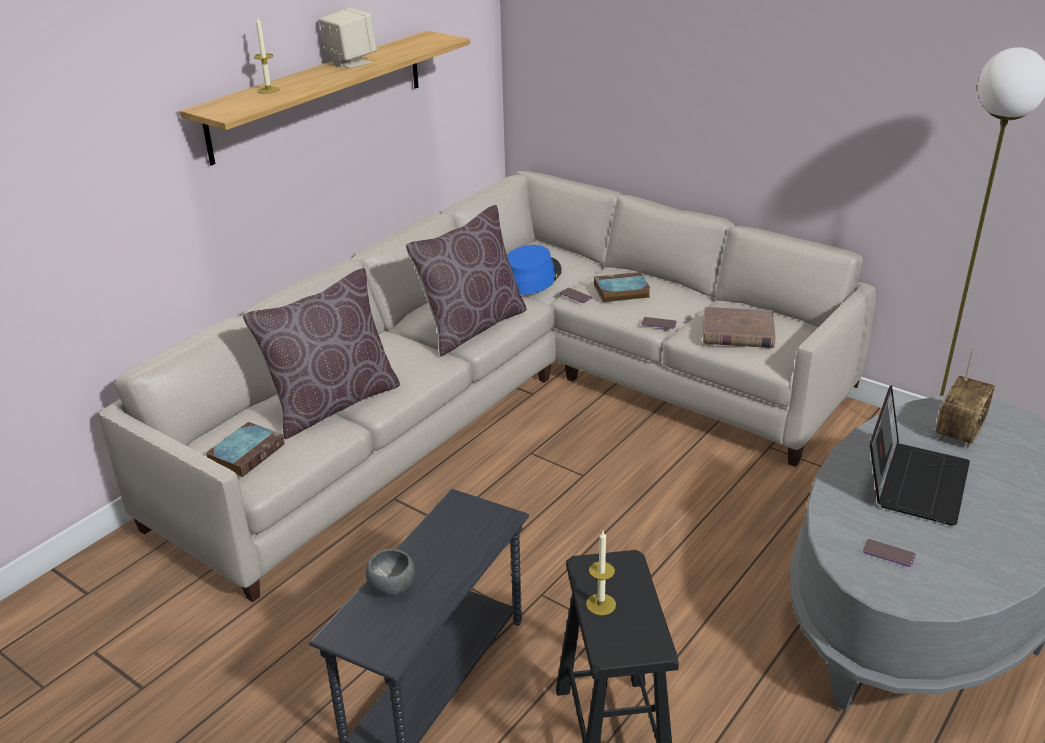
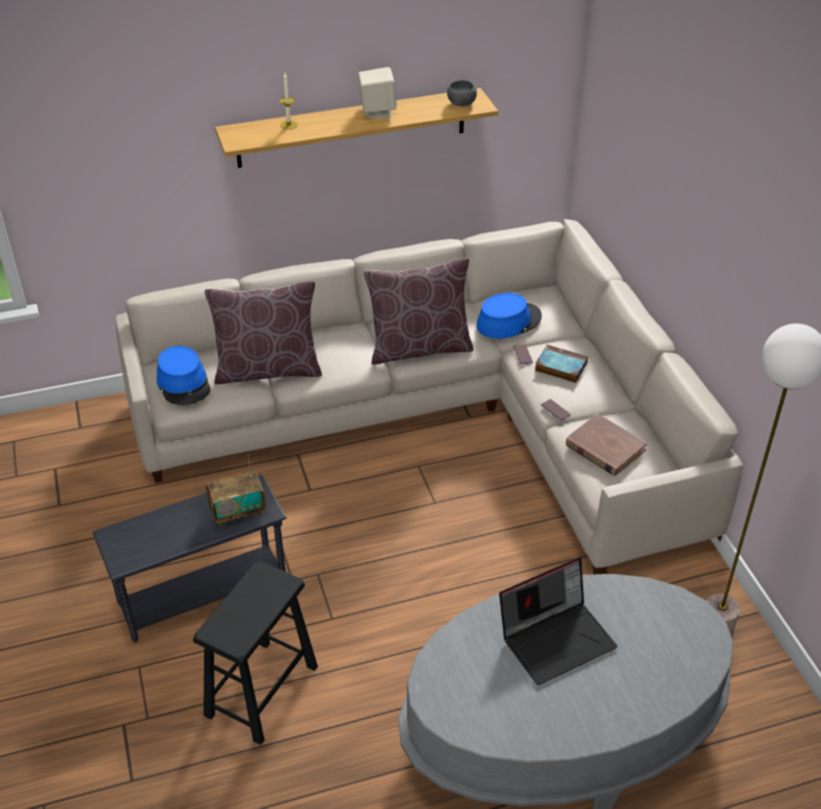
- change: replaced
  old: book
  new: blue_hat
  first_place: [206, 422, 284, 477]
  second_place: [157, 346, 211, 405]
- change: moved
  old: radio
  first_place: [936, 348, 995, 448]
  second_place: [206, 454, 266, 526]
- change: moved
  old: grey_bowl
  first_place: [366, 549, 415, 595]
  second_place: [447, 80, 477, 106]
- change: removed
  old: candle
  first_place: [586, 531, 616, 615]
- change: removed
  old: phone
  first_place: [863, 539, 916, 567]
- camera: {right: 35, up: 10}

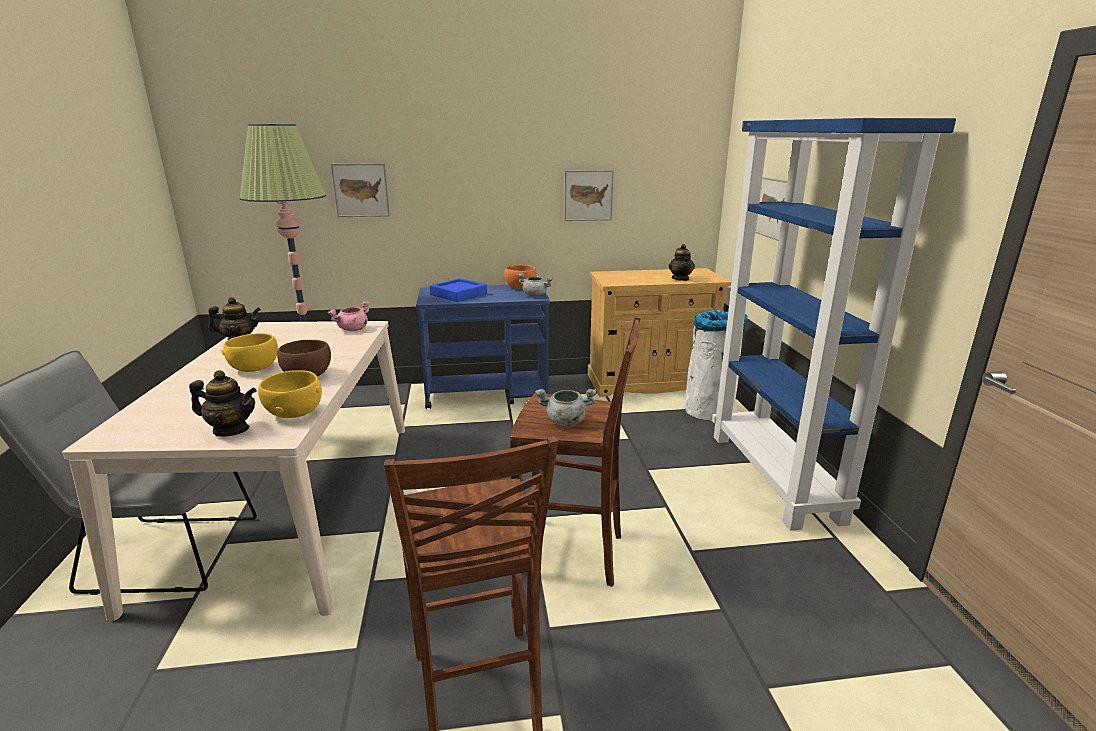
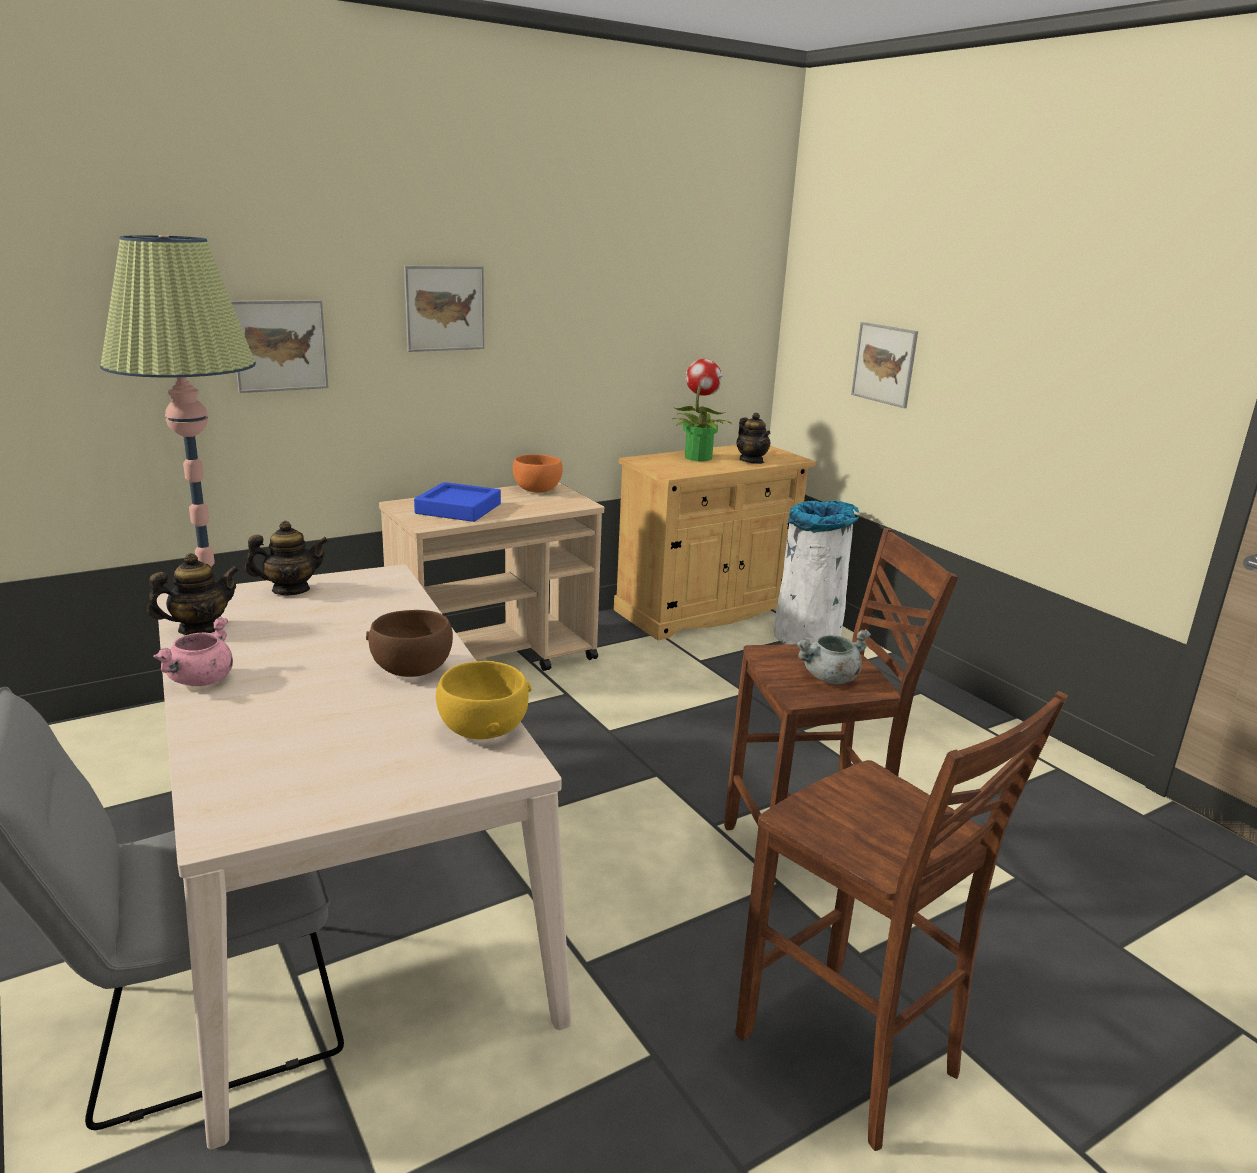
- change: moved
  old: pink_cooking_pot
  first_place: [328, 301, 370, 331]
  second_place: [153, 616, 233, 686]
- change: moved
  old: teapot
  first_place: [189, 370, 257, 437]
  second_place: [245, 521, 329, 595]
- change: recoloured
  old: blue_cart
  new: beige_cart
  first_place: [416, 285, 550, 409]
  second_place: [379, 482, 604, 671]
- change: moved
  old: picture
  first_place: [564, 170, 614, 221]
  second_place: [404, 266, 484, 352]
- change: added
  new: potted_plant
  second_place: [673, 359, 732, 461]
- change: removed
  old: yellow_bowl
  first_place: [222, 333, 278, 372]
- change: removed
  old: grey_cooking_pot
  first_place: [518, 273, 553, 296]
- change: removed
  old: blue_bookcase
  first_place: [712, 118, 956, 531]
- camera: {right: -25, up: 0}

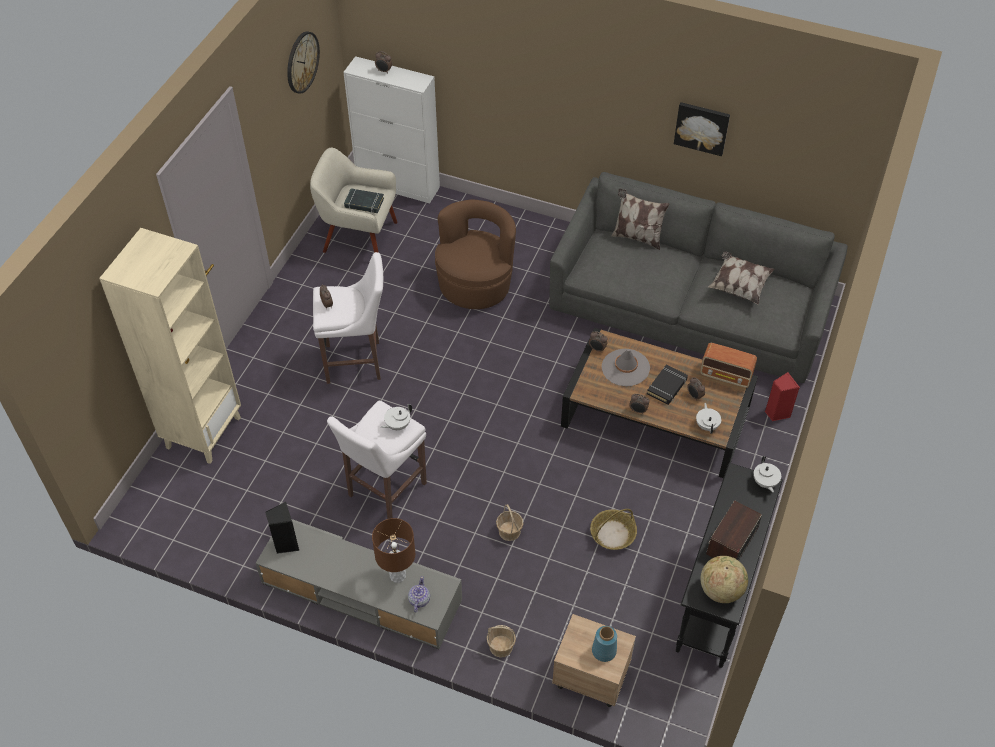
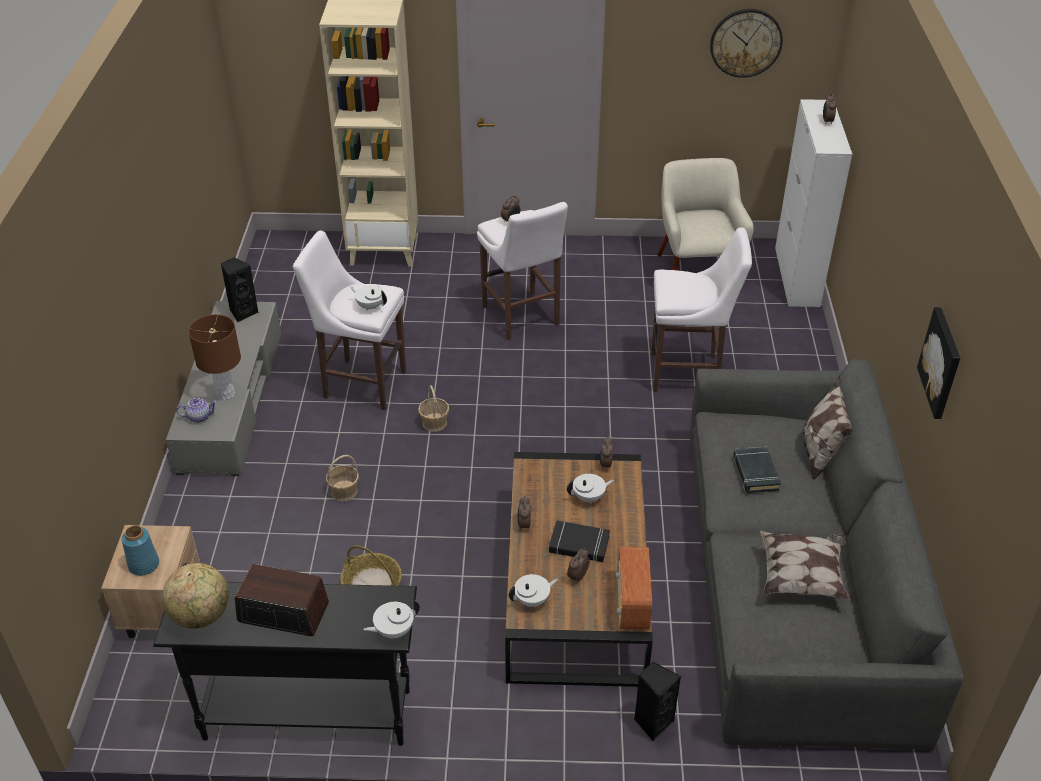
- change: moved
  old: basket
  first_place: [487, 625, 516, 658]
  second_place: [418, 385, 449, 432]
- change: replaced
  old: grey_hat
  new: white_teapot
  first_place: [602, 349, 650, 386]
  second_place: [567, 474, 614, 504]
- change: recoloured
  old: red_speaker
  new: black_speaker
  first_place: [765, 372, 800, 422]
  second_place: [634, 661, 681, 742]
- change: replaced
  old: brown_armchair
  new: white_stool
  first_place: [435, 200, 516, 309]
  second_place: [651, 227, 752, 392]
- change: moved
  old: black_book
  first_place: [344, 189, 384, 213]
  second_place: [733, 446, 781, 493]
- camera: {right: 70, up: -10}

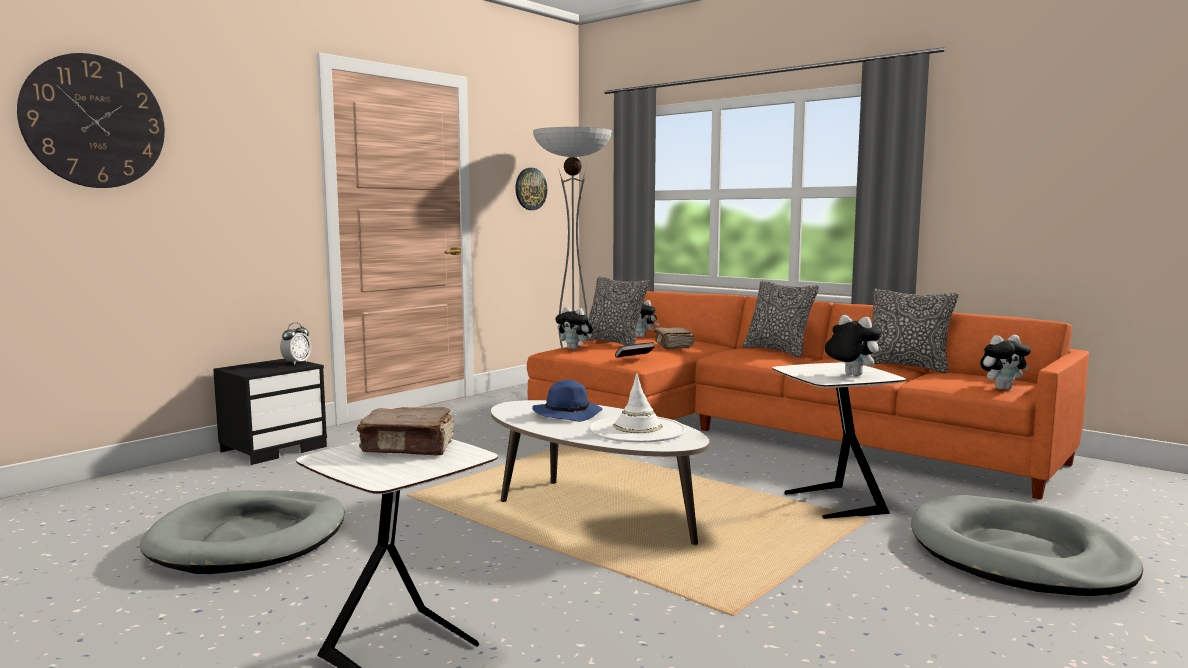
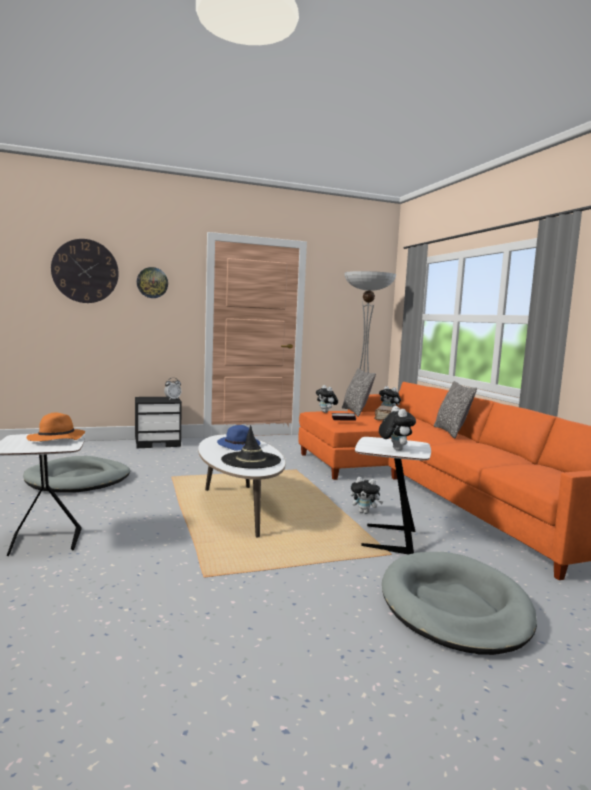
- change: replaced
  old: brown_book
  new: orange_hat
  first_place: [357, 407, 454, 455]
  second_place: [26, 413, 85, 441]
- change: moved
  old: wall_clock
  first_place: [515, 168, 547, 210]
  second_place: [137, 267, 168, 298]
- change: recoloured
  old: white_hat
  new: black_hat
  first_place: [590, 373, 686, 442]
  second_place: [221, 425, 281, 468]
- change: moved
  old: plush_toy
  first_place: [980, 335, 1031, 390]
  second_place: [350, 477, 383, 514]
- change: removed
  old: pillow
  first_place: [870, 289, 958, 373]
- camera: {right: 30, up: 0}

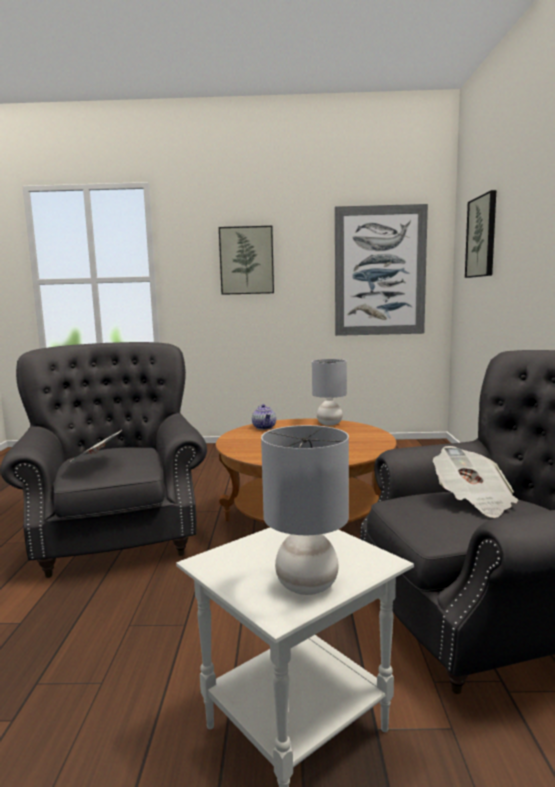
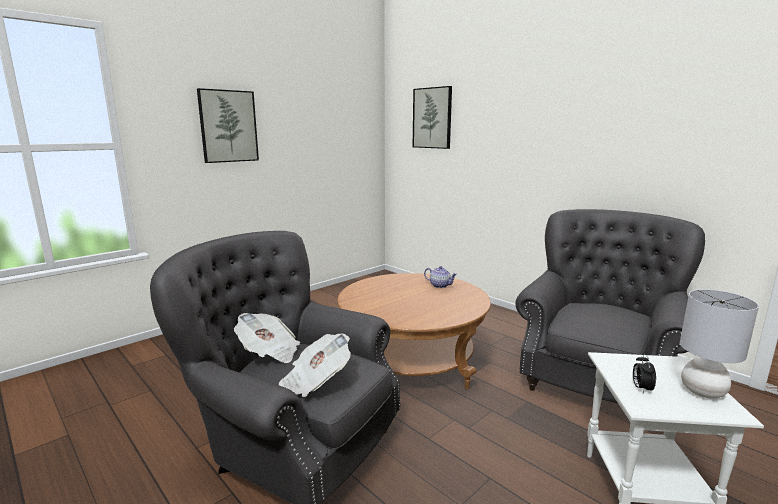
- change: moved
  old: newspaper
  first_place: [433, 446, 518, 518]
  second_place: [234, 313, 300, 363]
- change: moved
  old: teapot
  first_place: [252, 404, 276, 430]
  second_place: [424, 266, 457, 288]
- change: added
  new: alarm_clock
  second_place: [633, 354, 656, 394]
- change: removed
  old: grey_table_lamp
  first_place: [312, 359, 347, 426]
- change: removed
  old: picture
  first_place: [335, 204, 428, 336]
- camera: {right: -45, up: 5}

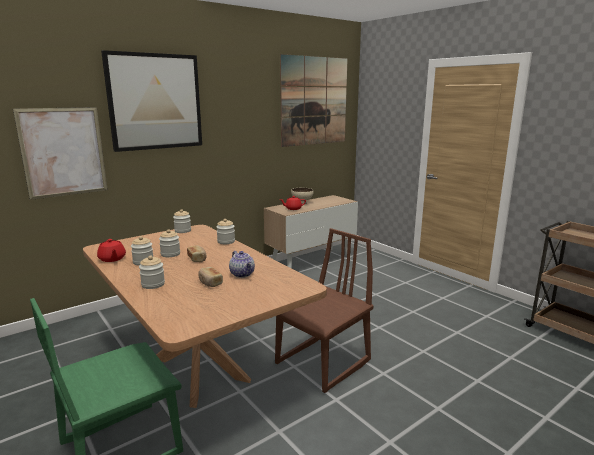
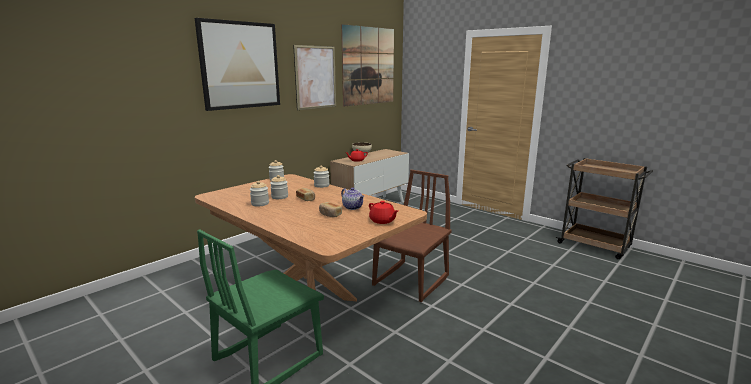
- change: moved
  old: picture
  first_place: [13, 107, 108, 200]
  second_place: [293, 45, 336, 110]
- change: moved
  old: red_teapot
  first_place: [97, 239, 126, 262]
  second_place: [369, 201, 398, 224]
- change: removed
  old: jar
  first_place: [139, 256, 165, 289]
- camera: {right: -10, up: 0}

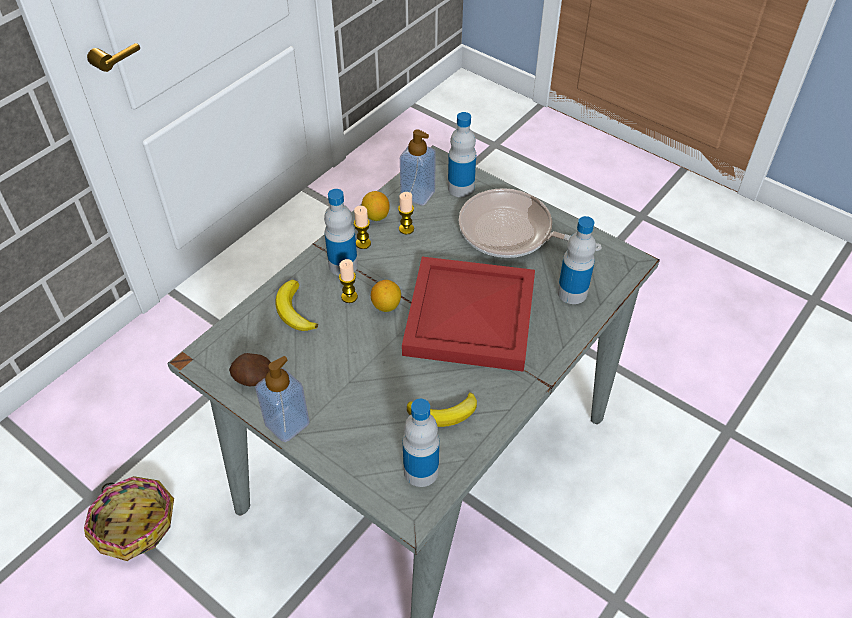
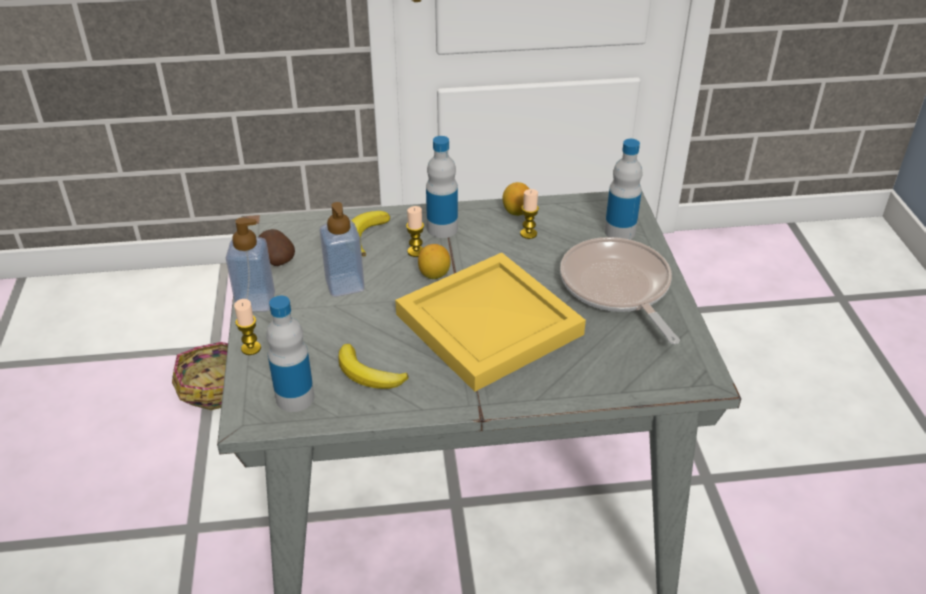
- change: moved
  old: candle
  first_place: [354, 206, 371, 249]
  second_place: [234, 299, 261, 355]
- change: moved
  old: soap_dispenser
  first_place: [400, 129, 436, 205]
  second_place: [320, 202, 364, 297]
- change: recoloured
  old: red_tray
  new: yellow_tray
  first_place: [402, 257, 535, 372]
  second_place: [395, 253, 586, 392]
- change: removed
  old: bottle
  first_place: [557, 216, 596, 304]
- camera: {right: 45, up: -10}

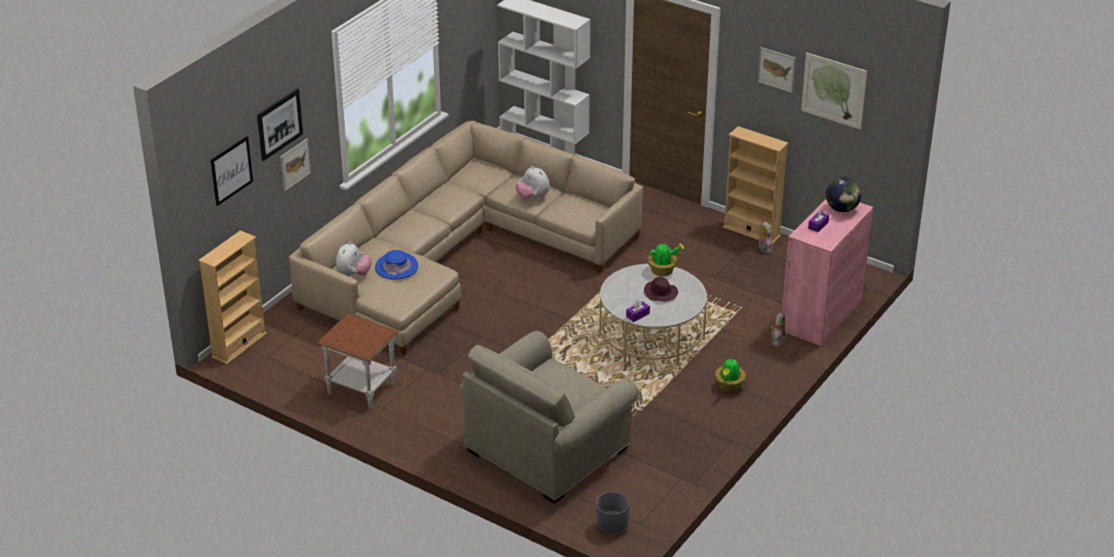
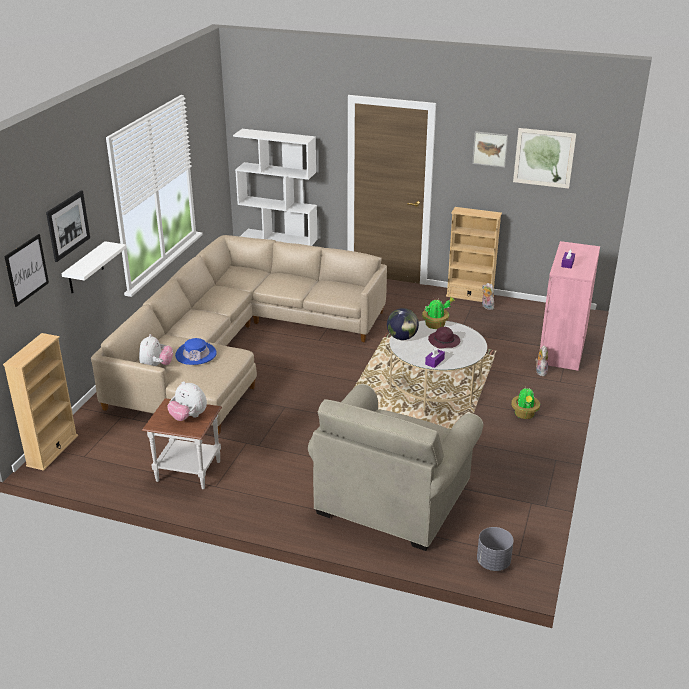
- change: replaced
  old: picture
  new: white_shelf
  first_place: [280, 139, 311, 191]
  second_place: [61, 241, 127, 293]
- change: moved
  old: plush_toy
  first_place: [516, 166, 550, 200]
  second_place: [168, 381, 207, 421]
- change: moved
  old: globe
  first_place: [826, 177, 861, 212]
  second_place: [387, 308, 419, 340]
- camera: {right: -15, up: -5}

